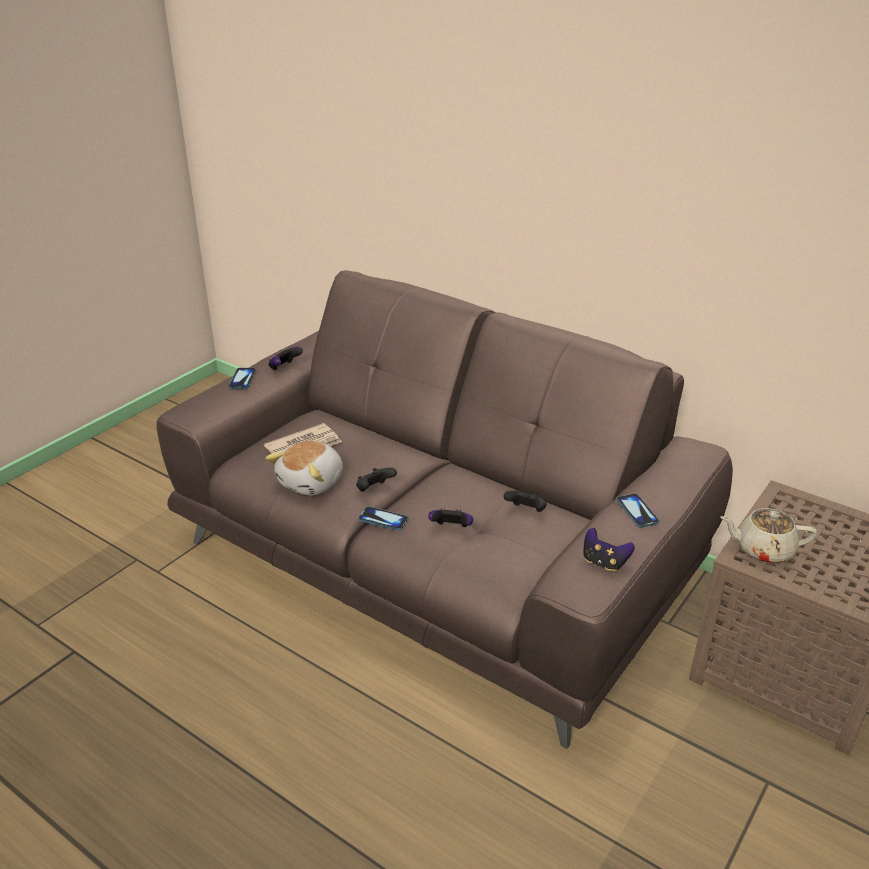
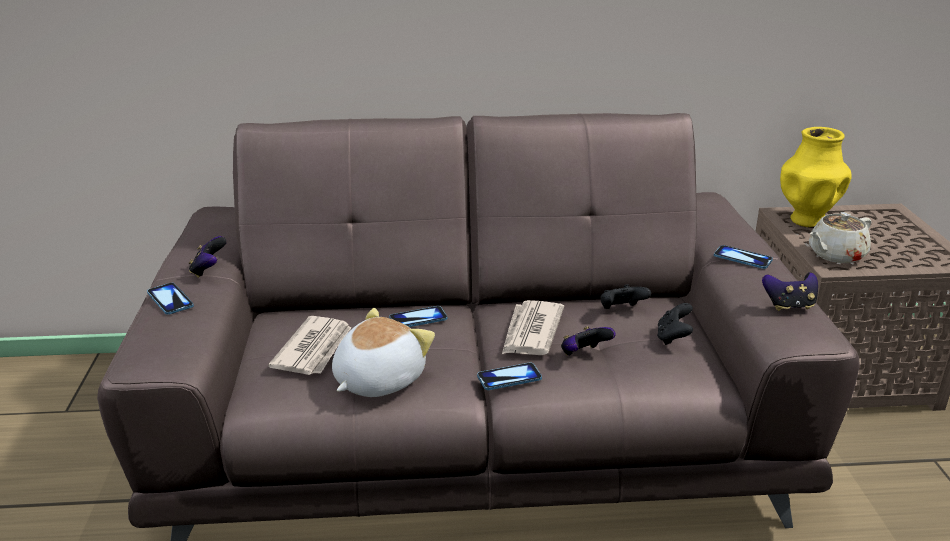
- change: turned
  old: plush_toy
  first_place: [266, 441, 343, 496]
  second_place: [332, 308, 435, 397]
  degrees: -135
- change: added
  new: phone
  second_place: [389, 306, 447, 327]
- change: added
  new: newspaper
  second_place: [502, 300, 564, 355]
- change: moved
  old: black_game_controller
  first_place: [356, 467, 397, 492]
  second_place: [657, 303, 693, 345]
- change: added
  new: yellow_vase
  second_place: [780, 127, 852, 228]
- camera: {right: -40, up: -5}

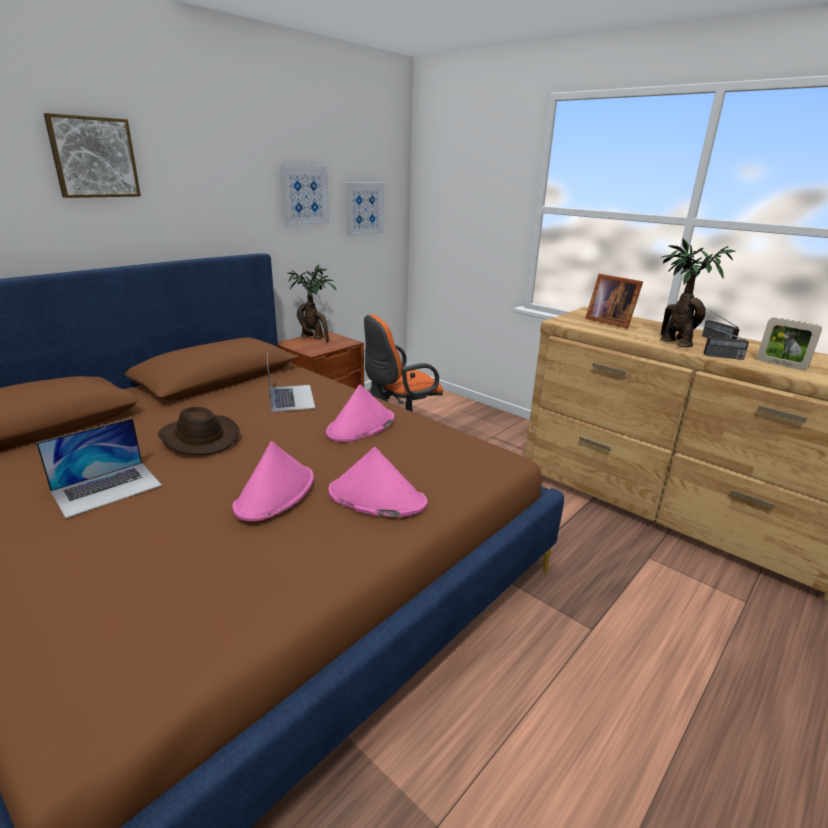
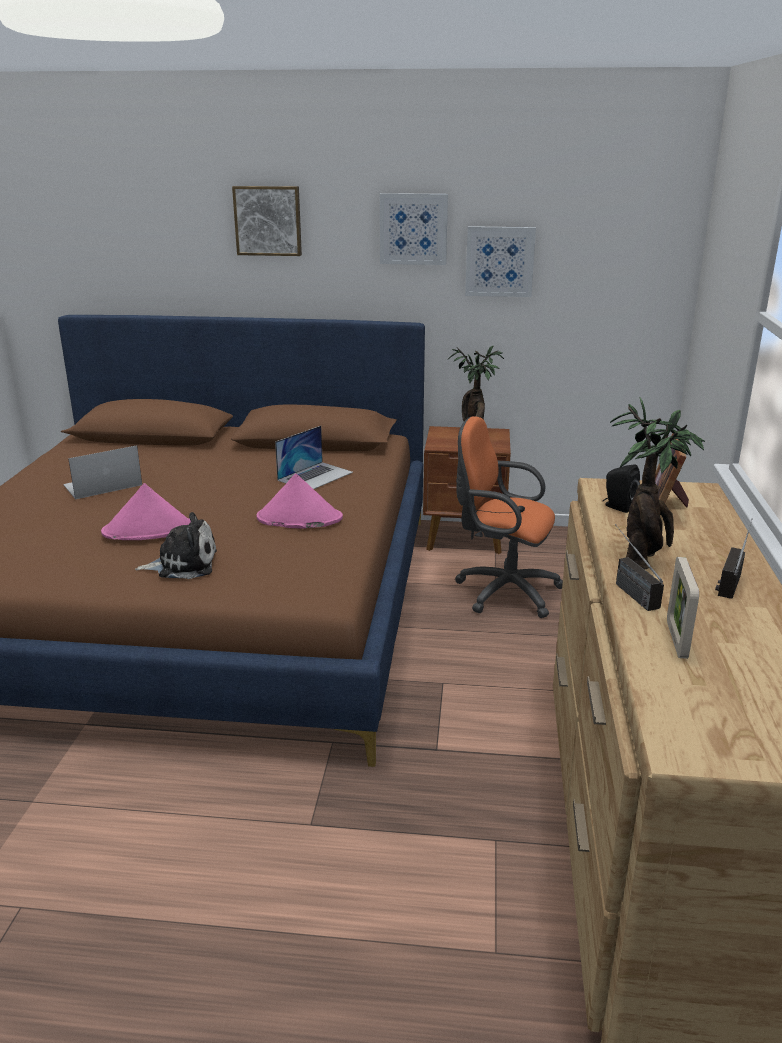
- change: turned
  old: laptop
  first_place: [36, 418, 162, 518]
  second_place: [63, 445, 142, 499]
  degrees: 135
- change: replaced
  old: pink_hat
  new: plush_toy
  first_place: [328, 447, 427, 517]
  second_place: [135, 512, 217, 579]
- change: moved
  old: picture
  first_place: [345, 183, 384, 236]
  second_place: [380, 193, 448, 265]
- change: added
  new: black_speaker
  second_place: [603, 464, 640, 513]
- change: removed
  old: brown_hat
  first_place: [158, 407, 240, 455]
- camera: {right: 55, up: 0}

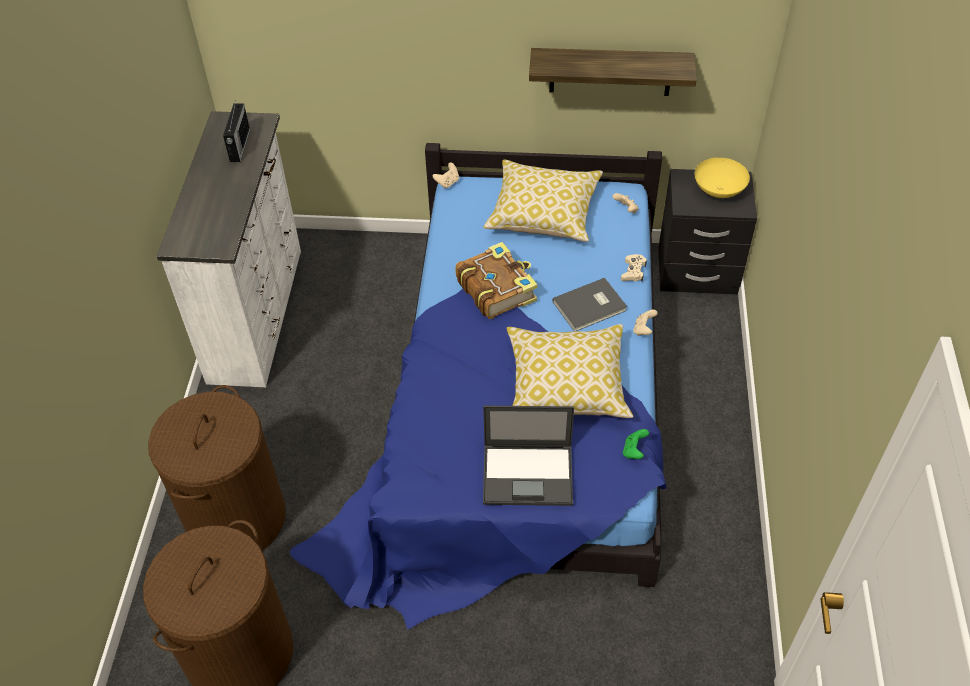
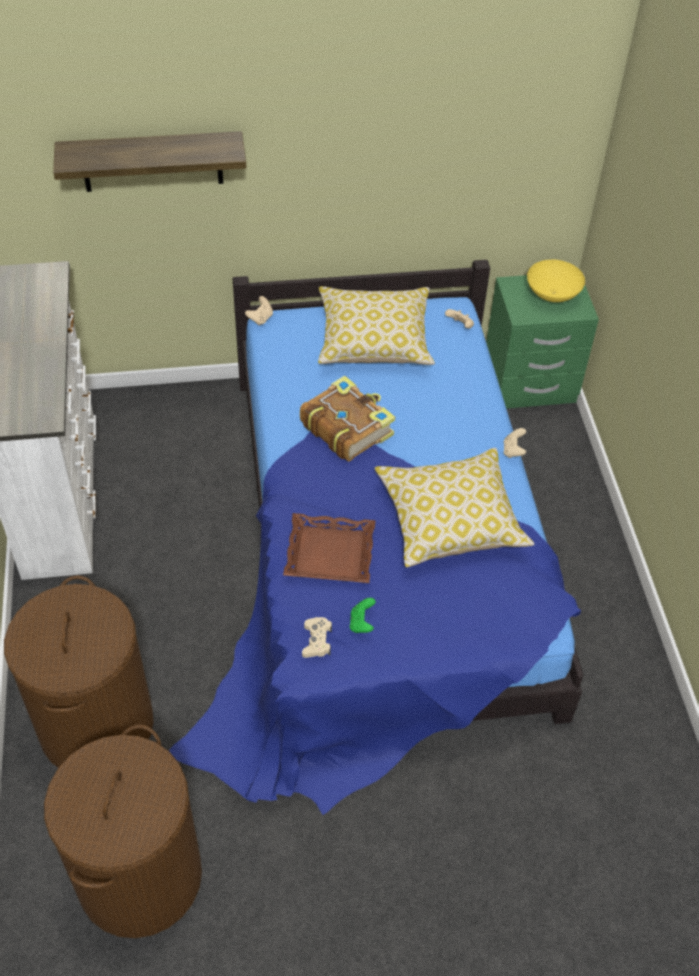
- change: moved
  old: shelf
  first_place: [529, 48, 697, 96]
  second_place: [53, 131, 246, 192]
- change: added
  new: brown_tray
  second_place: [283, 513, 376, 583]
- change: moved
  old: beige_game_controller
  first_place: [621, 254, 647, 282]
  second_place: [302, 617, 332, 658]
- change: moved
  old: green_game_controller
  first_place: [623, 429, 649, 459]
  second_place: [350, 598, 376, 633]
- change: recoloured
  old: black_nightstand
  new: green_nightstand
  first_place: [658, 169, 757, 295]
  second_place: [486, 275, 599, 408]
- change: removed
  old: radio
  first_place: [223, 101, 250, 162]
- change: removed
  old: laptop
  first_place: [483, 406, 574, 506]
- change: removed
  old: grey_book
  first_place: [552, 278, 627, 331]
- camera: {right: -15, up: 0}

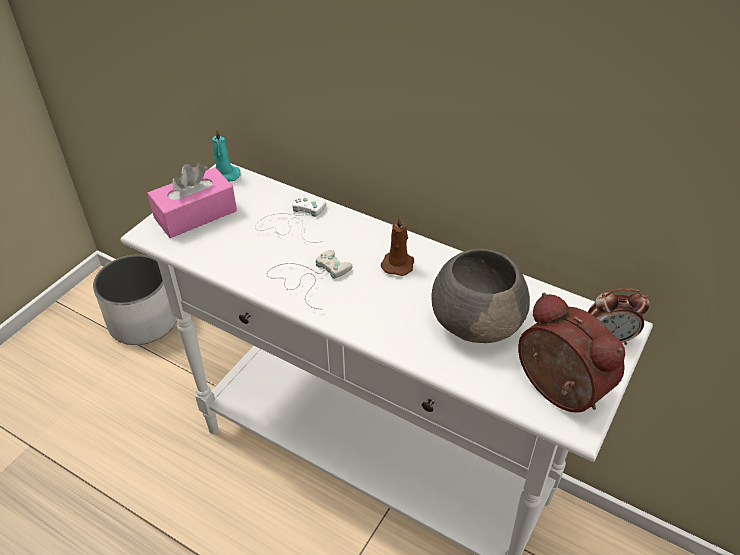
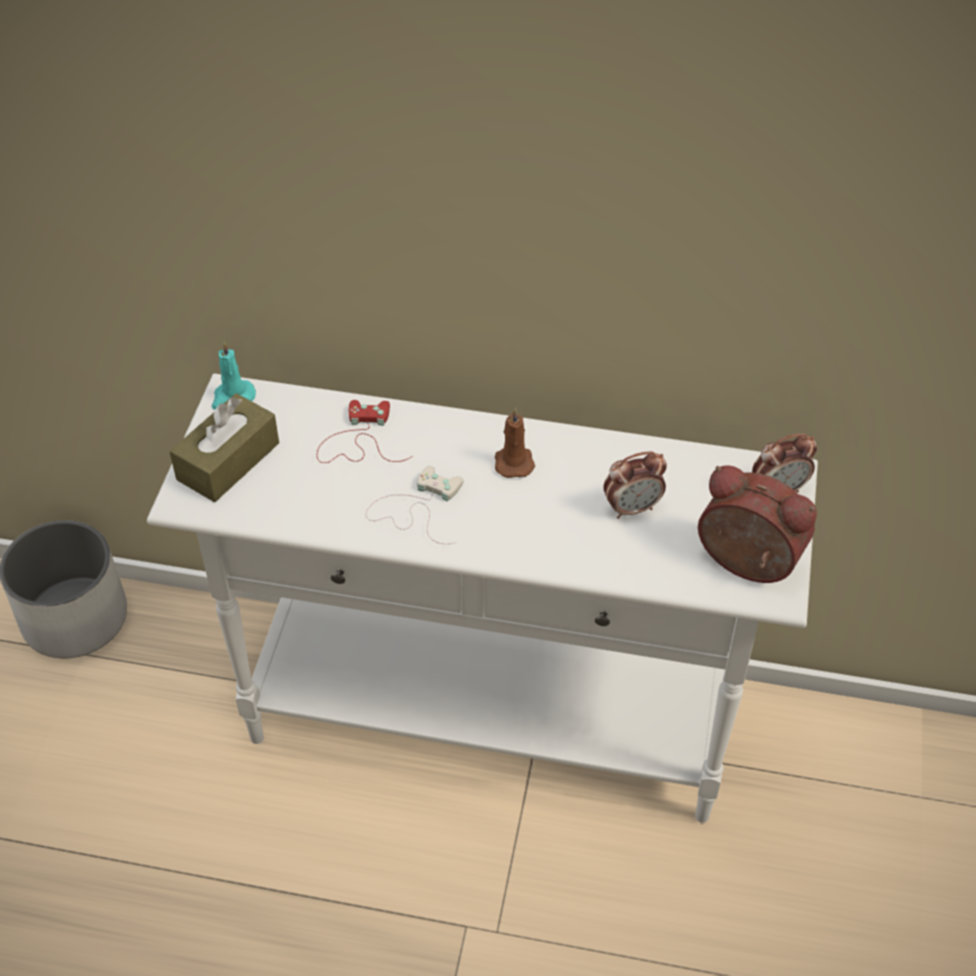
- change: recoloured
  old: pink_tissue_box
  new: brown_tissue_box
  first_place: [147, 163, 237, 238]
  second_place: [169, 393, 279, 502]
- change: recoloured
  old: white_game_controller
  new: red_game_controller
  first_place: [255, 195, 326, 243]
  second_place: [317, 400, 413, 463]
- change: replaced
  old: grey_bowl
  new: alarm_clock
  first_place: [431, 249, 530, 343]
  second_place: [603, 451, 667, 519]
- camera: {right: -20, up: 5}

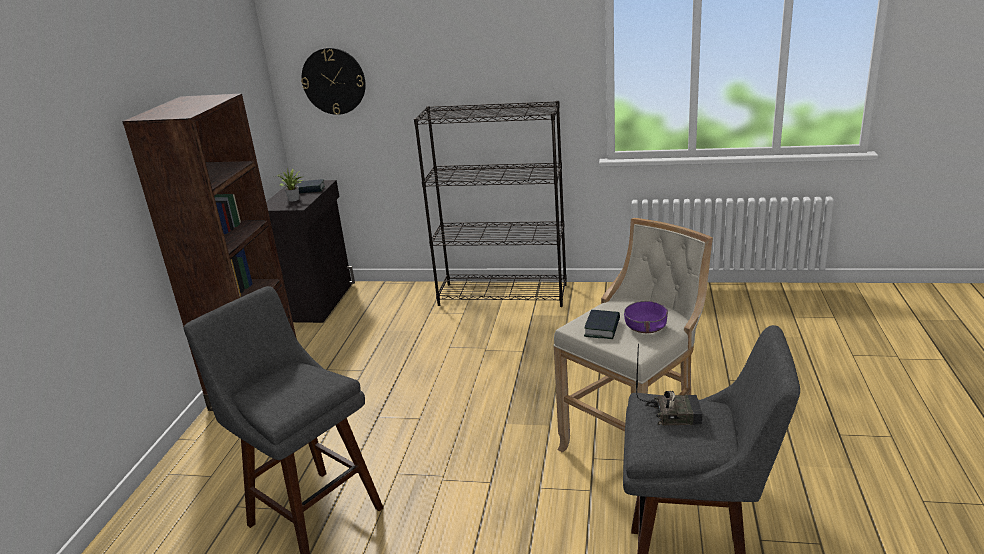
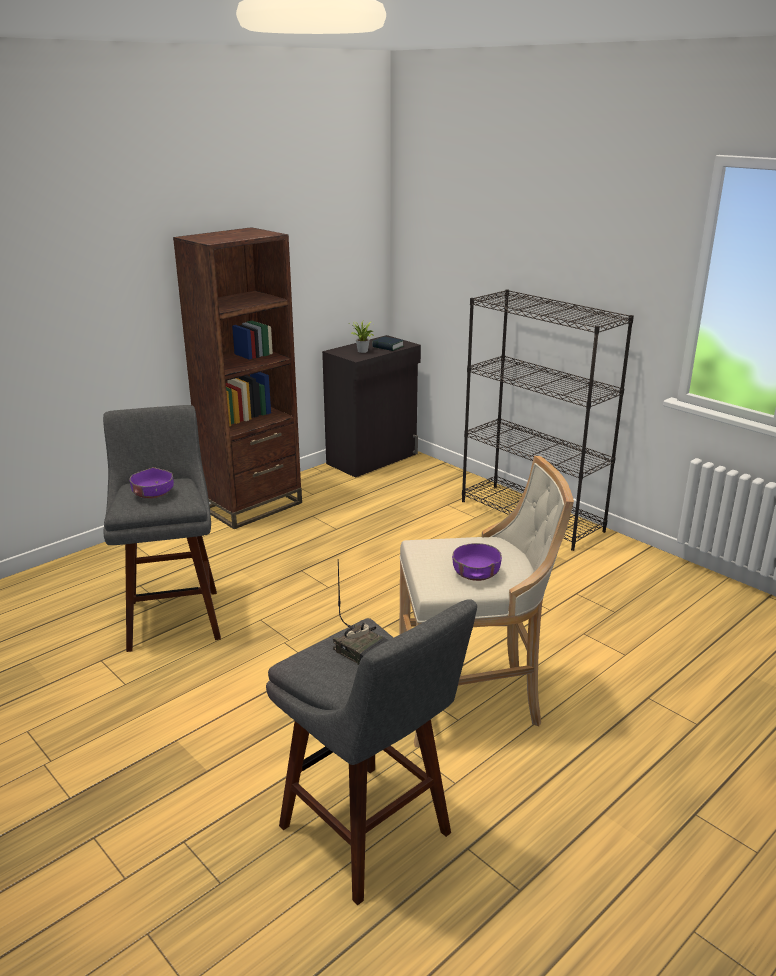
- change: added
  new: purple_bowl
  second_place: [129, 467, 174, 498]
- change: removed
  old: wall_clock
  first_place: [301, 48, 366, 115]
- change: removed
  old: book
  first_place: [584, 310, 620, 339]
- camera: {right: 35, up: 0}

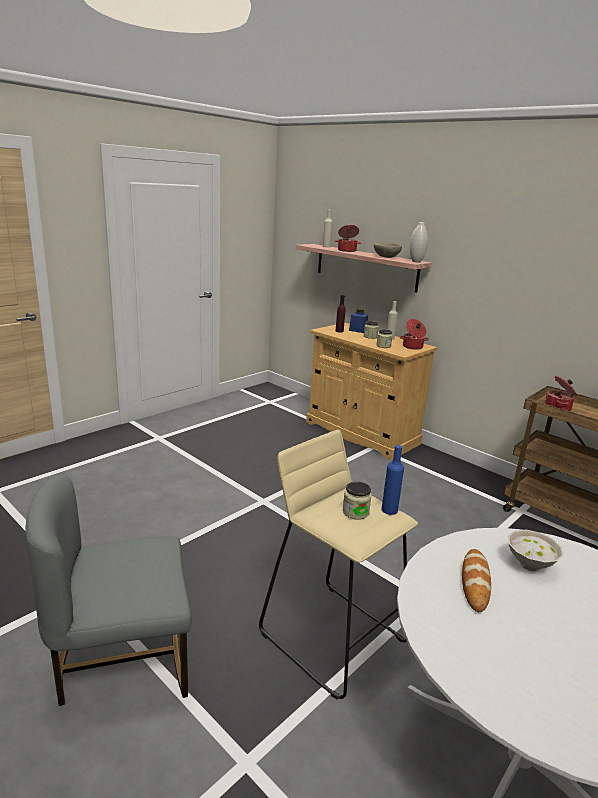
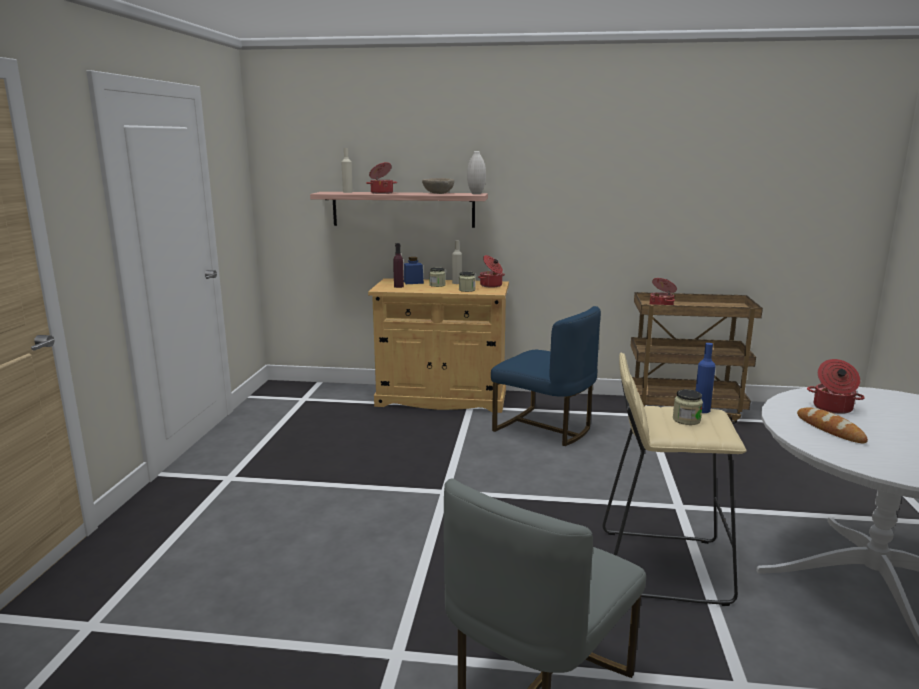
- change: added
  new: blue_chair
  second_place: [491, 306, 601, 446]
- change: replaced
  old: white_bowl
  new: cooking_pot
  first_place: [508, 530, 564, 572]
  second_place: [807, 359, 865, 414]
- camera: {right: -35, up: -5}

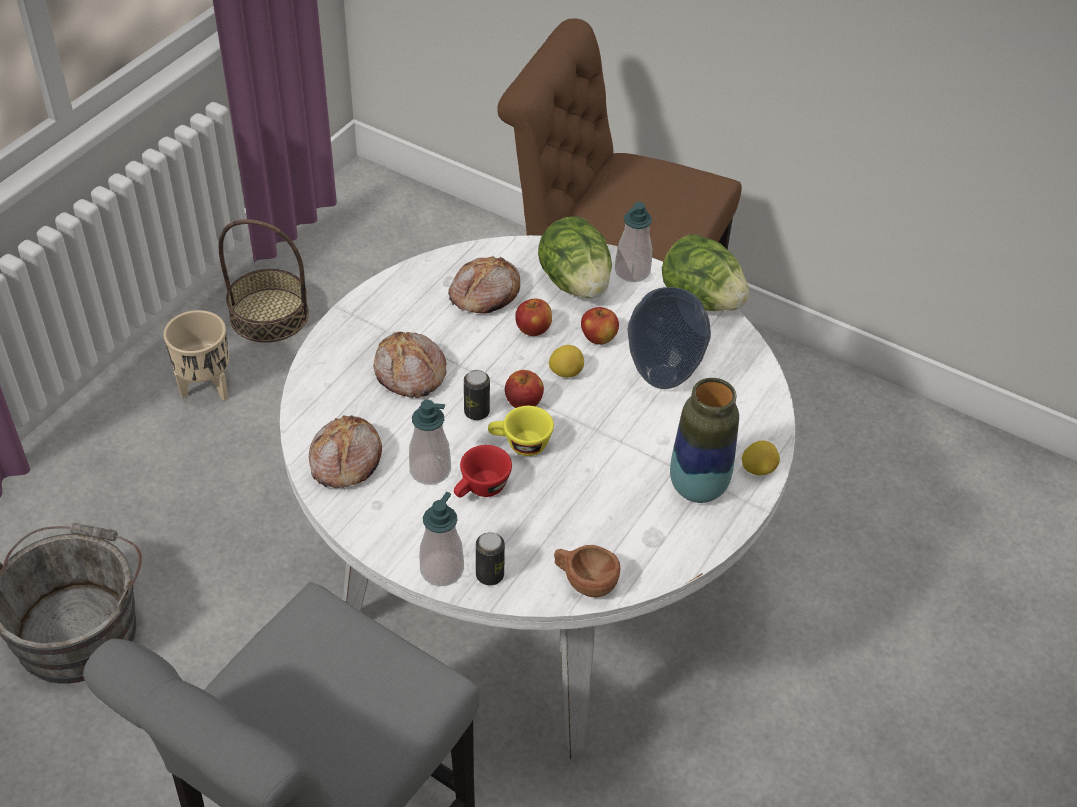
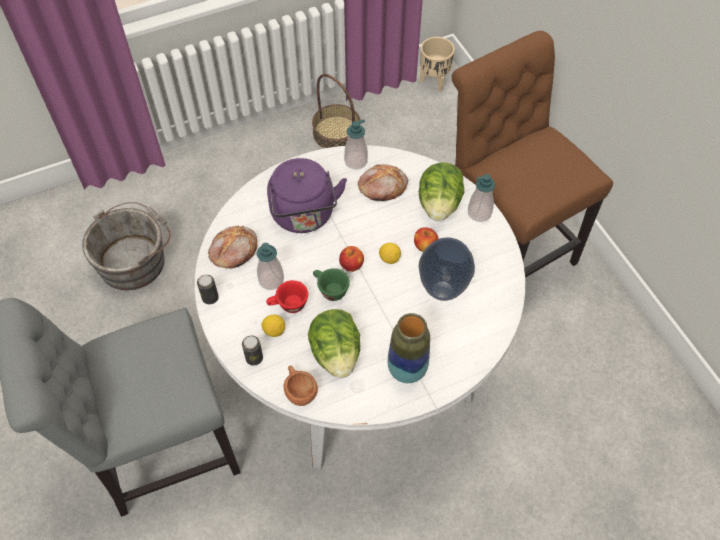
- change: moved
  old: can
  first_place: [464, 370, 490, 420]
  second_place: [197, 275, 219, 304]
- change: moved
  old: lemon
  first_place: [742, 441, 780, 475]
  second_place: [262, 315, 285, 337]
- change: replaced
  old: bread
  new: purple_kettle
  first_place: [373, 332, 446, 398]
  second_place: [267, 158, 347, 233]
- change: moved
  old: lettuce
  first_place: [662, 234, 749, 311]
  second_place: [308, 309, 360, 378]
- change: recoloured
  old: yellow_cup
  new: green_cup
  first_place: [488, 406, 554, 456]
  second_place: [313, 268, 350, 301]
- change: moved
  old: soap_dispenser
  first_place: [419, 492, 464, 586]
  second_place: [344, 119, 368, 169]
- change: moved
  old: beige_planter
  first_place: [163, 310, 229, 401]
  second_place: [420, 37, 455, 92]
- change: removed
  old: apple
  first_place: [515, 299, 552, 336]
- camera: {right: 35, up: 10}

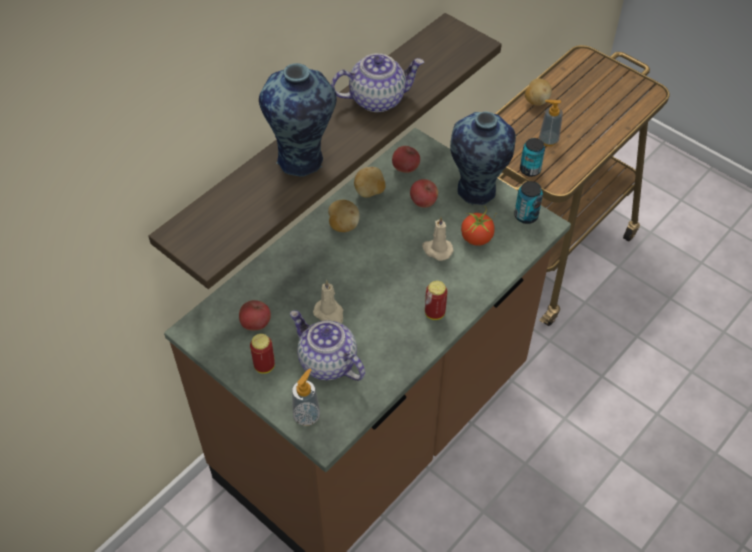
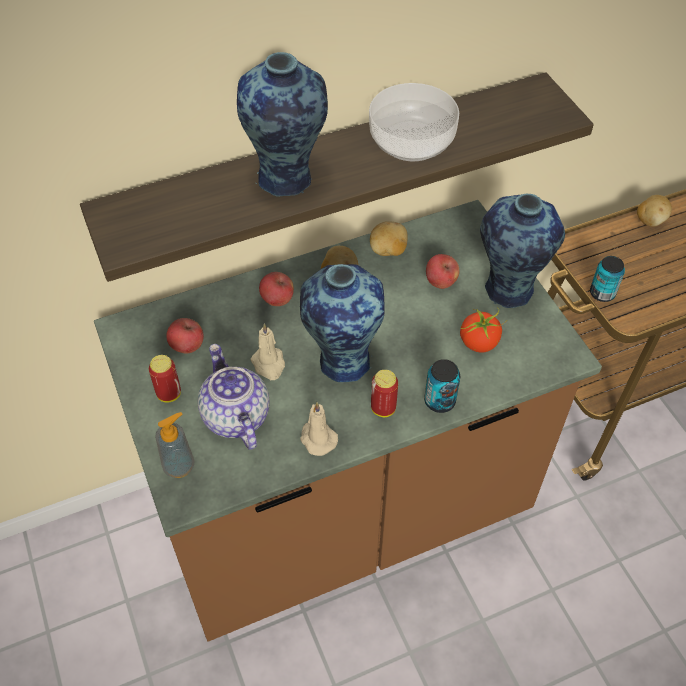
- change: moved
  old: apple
  first_place: [392, 146, 420, 173]
  second_place: [259, 272, 294, 306]
- change: added
  new: vase
  second_place: [300, 264, 385, 382]
- change: moved
  old: beige_candle
  first_place: [422, 217, 454, 261]
  second_place: [300, 402, 338, 456]
- change: replaced
  old: teapot
  new: bowl
  first_place: [331, 53, 424, 112]
  second_place: [369, 83, 459, 161]
- change: moved
  old: can
  first_place: [514, 181, 543, 224]
  second_place: [424, 359, 460, 413]
- change: removed
  old: soap_dispenser
  first_place: [539, 100, 563, 146]
- camera: {right: 25, up: 0}

